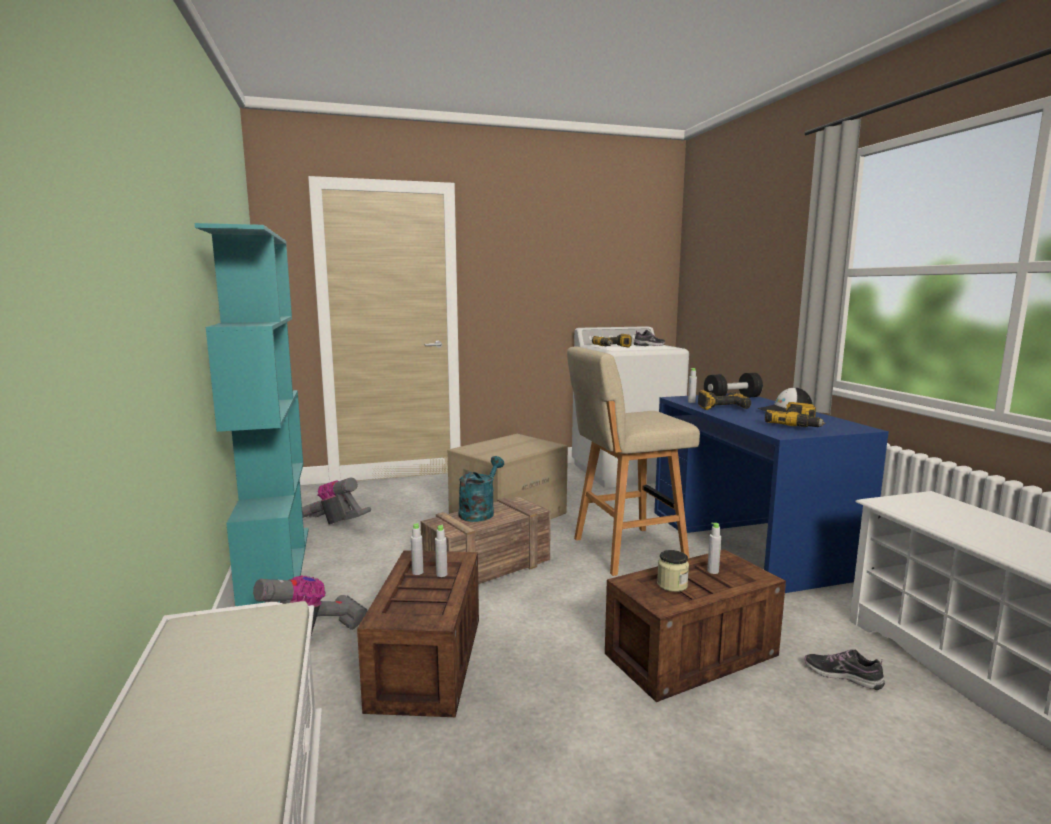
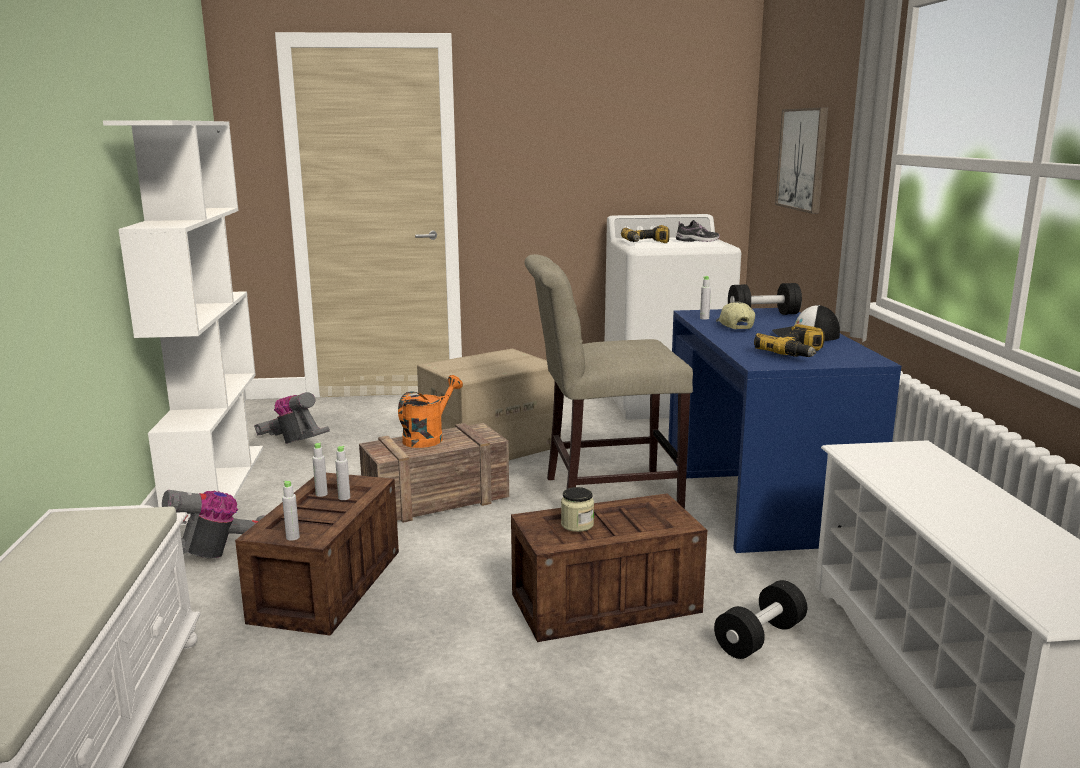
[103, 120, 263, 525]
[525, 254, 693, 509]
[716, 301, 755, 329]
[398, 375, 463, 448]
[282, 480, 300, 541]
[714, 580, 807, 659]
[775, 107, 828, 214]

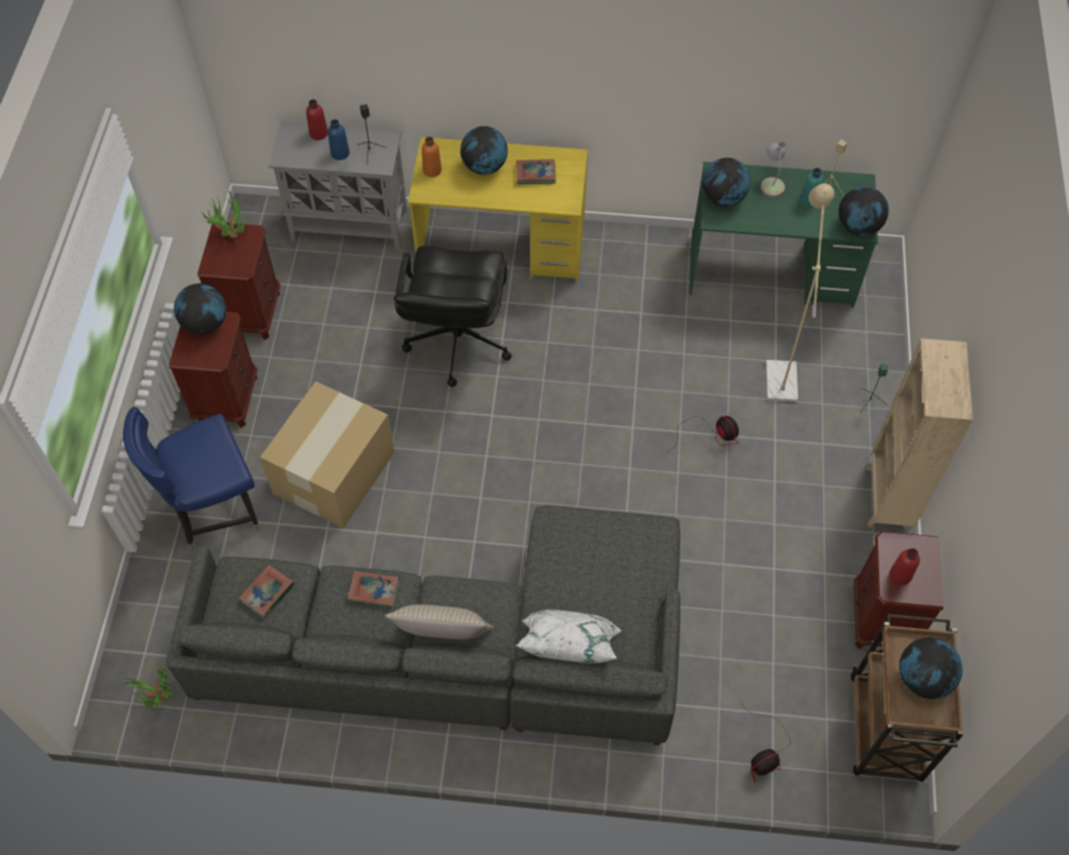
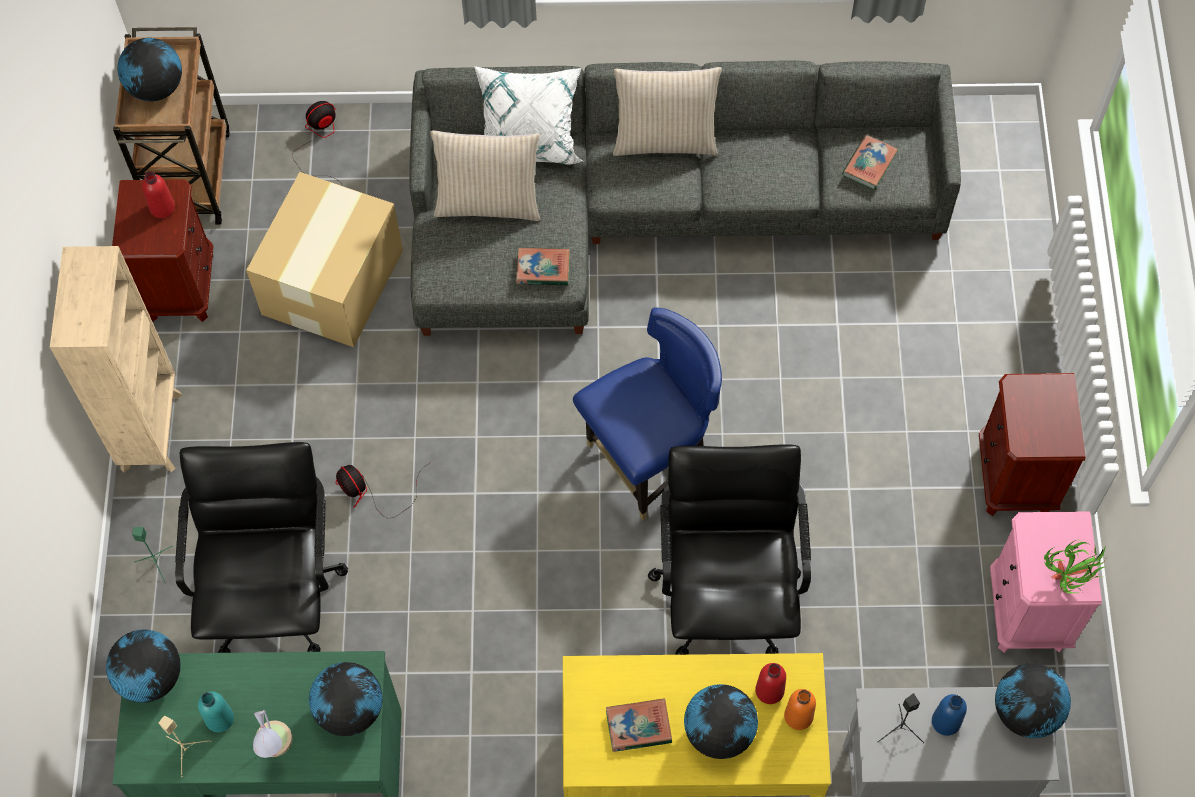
[755, 663, 786, 704]
[175, 442, 348, 653]
[990, 511, 1102, 653]
[995, 663, 1071, 738]
[246, 172, 403, 347]
[573, 308, 722, 520]
[516, 248, 570, 285]
[124, 666, 172, 711] (first image)
[430, 130, 541, 221]

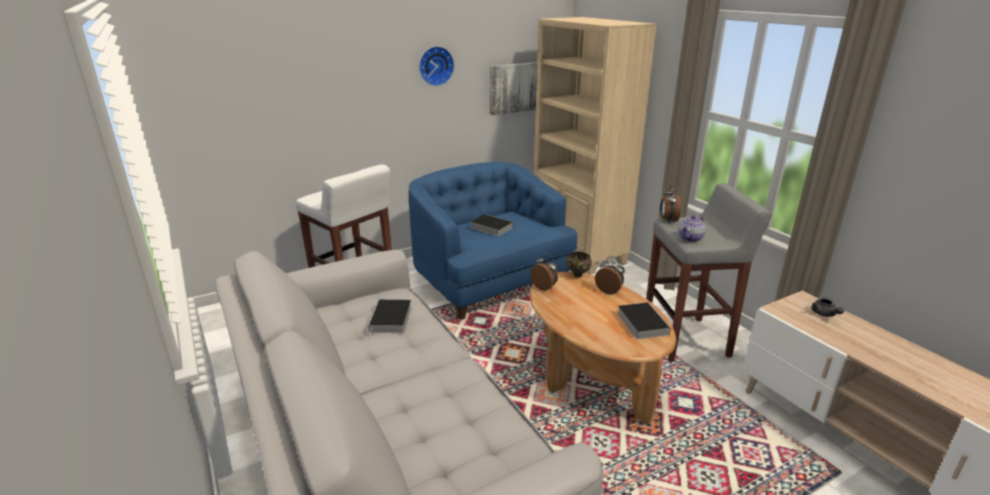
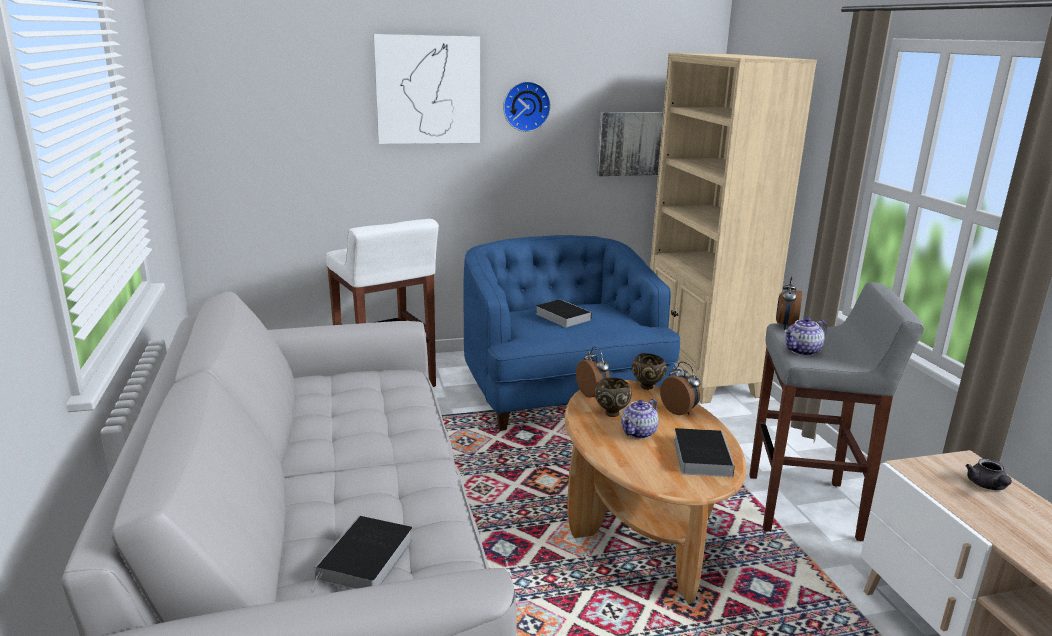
[310, 516, 413, 593]
[373, 34, 480, 144]
[595, 378, 632, 417]
[621, 398, 659, 439]

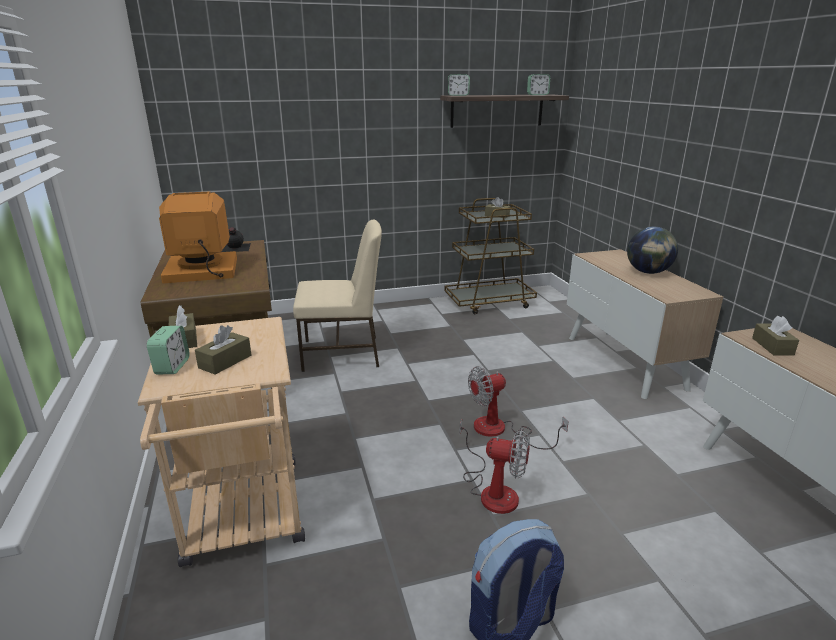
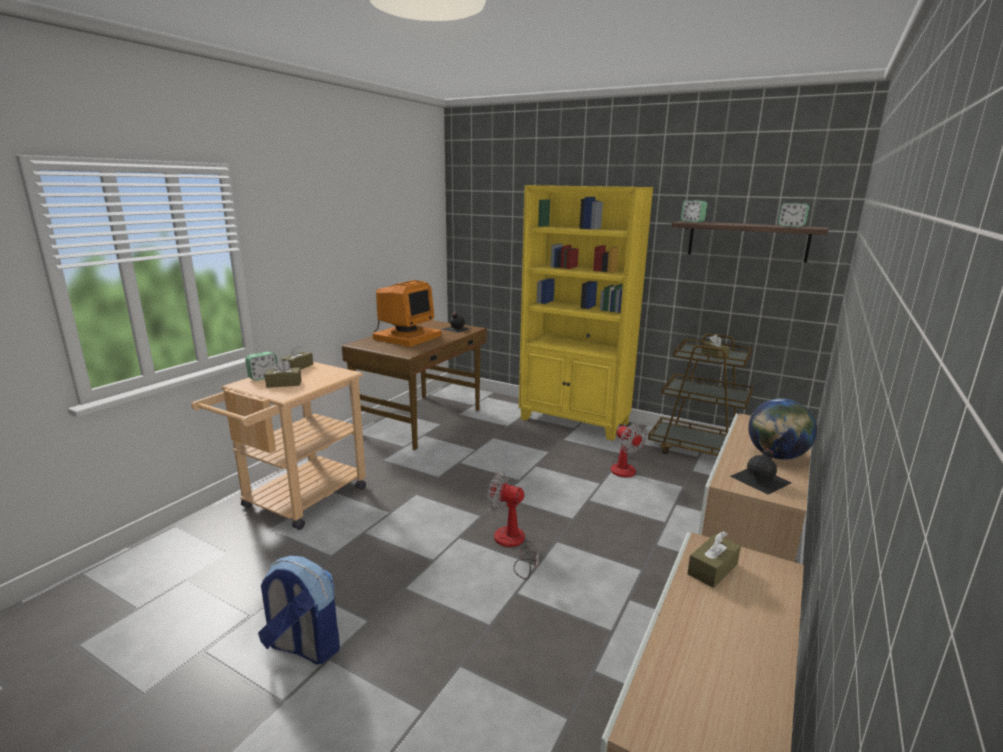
[373, 280, 441, 347]
[293, 219, 382, 372] (first image)
[611, 423, 647, 477]
[519, 185, 653, 441]
[730, 448, 792, 495]

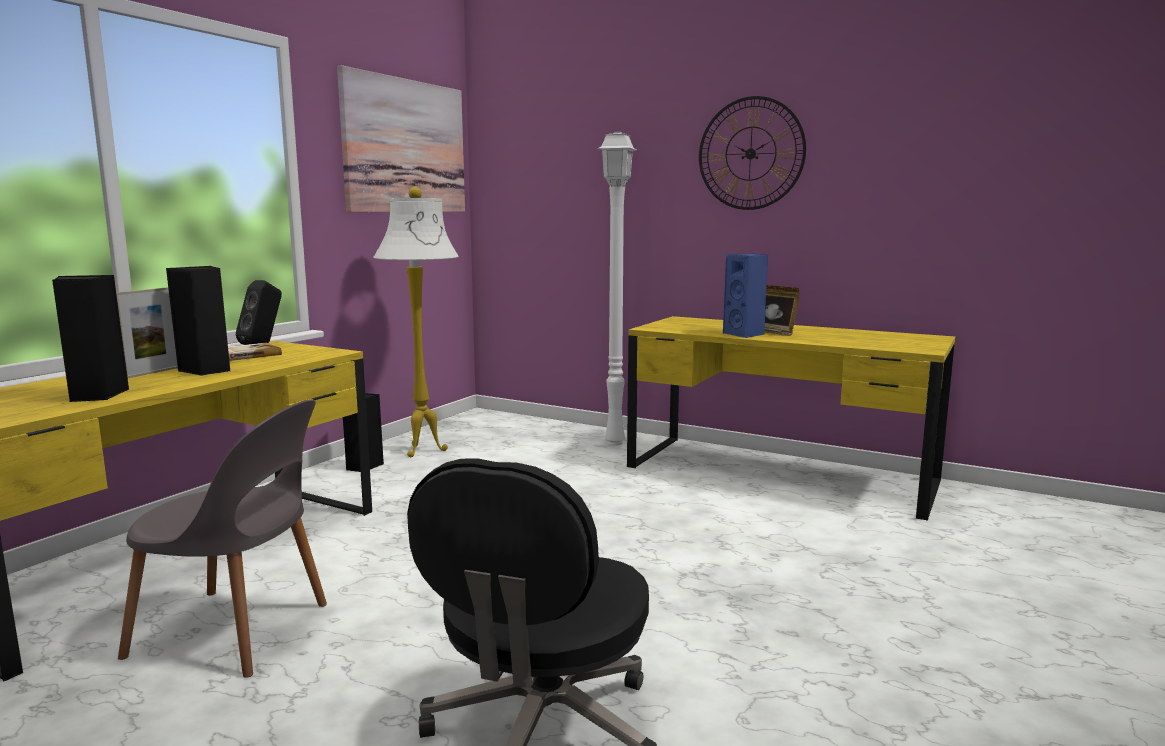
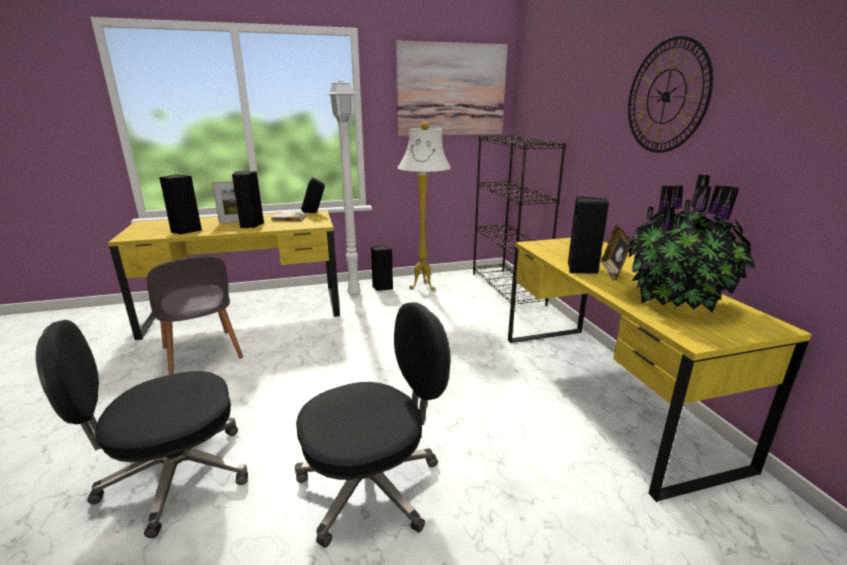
[327, 81, 361, 297]
[568, 196, 609, 274]
[473, 135, 566, 306]
[629, 175, 755, 313]
[295, 302, 451, 548]

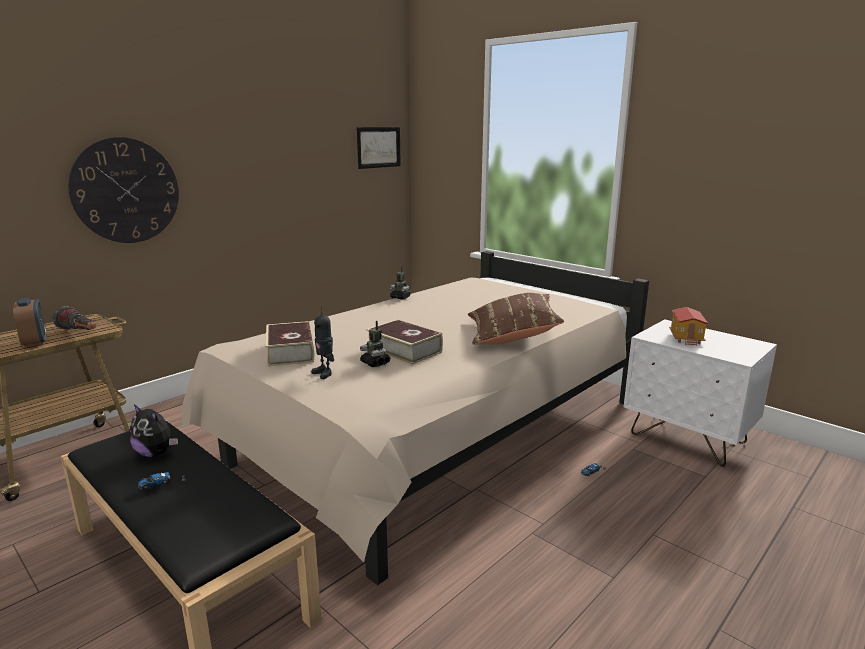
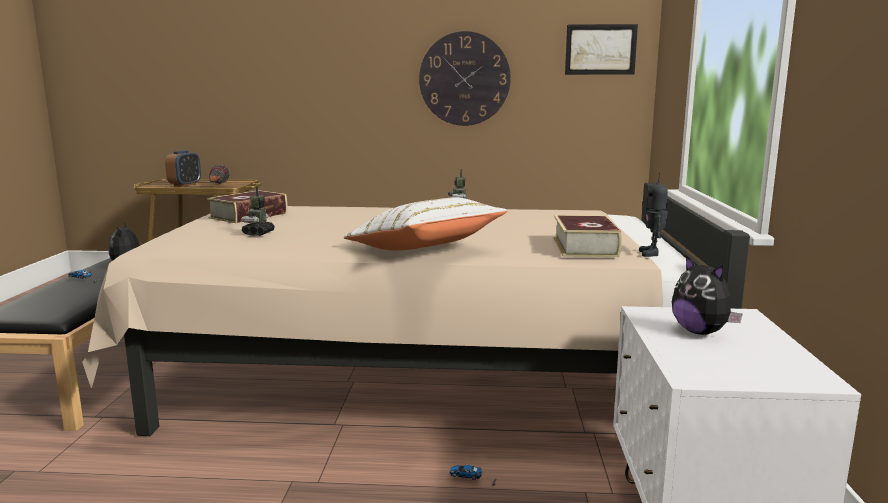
[419, 31, 511, 126]
[344, 197, 508, 251]
[639, 173, 668, 257]
[672, 256, 743, 335]
[553, 215, 622, 257]

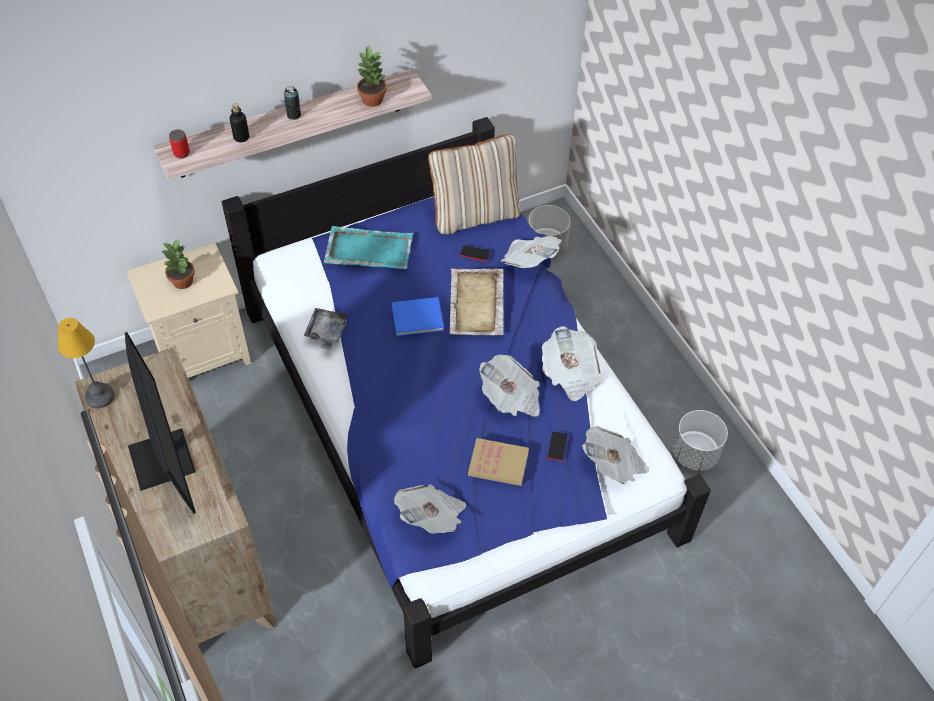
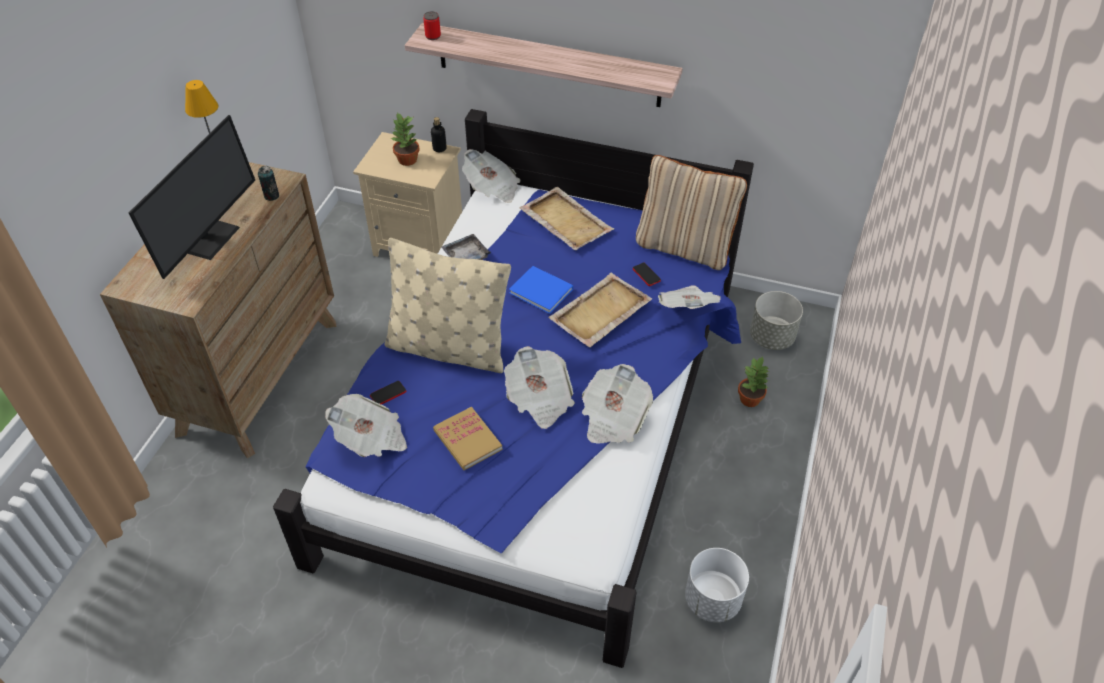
[738, 357, 769, 407]
[258, 166, 279, 201]
[431, 117, 447, 152]
[519, 187, 614, 250]
[462, 149, 520, 203]
[370, 381, 406, 405]
[384, 238, 511, 373]

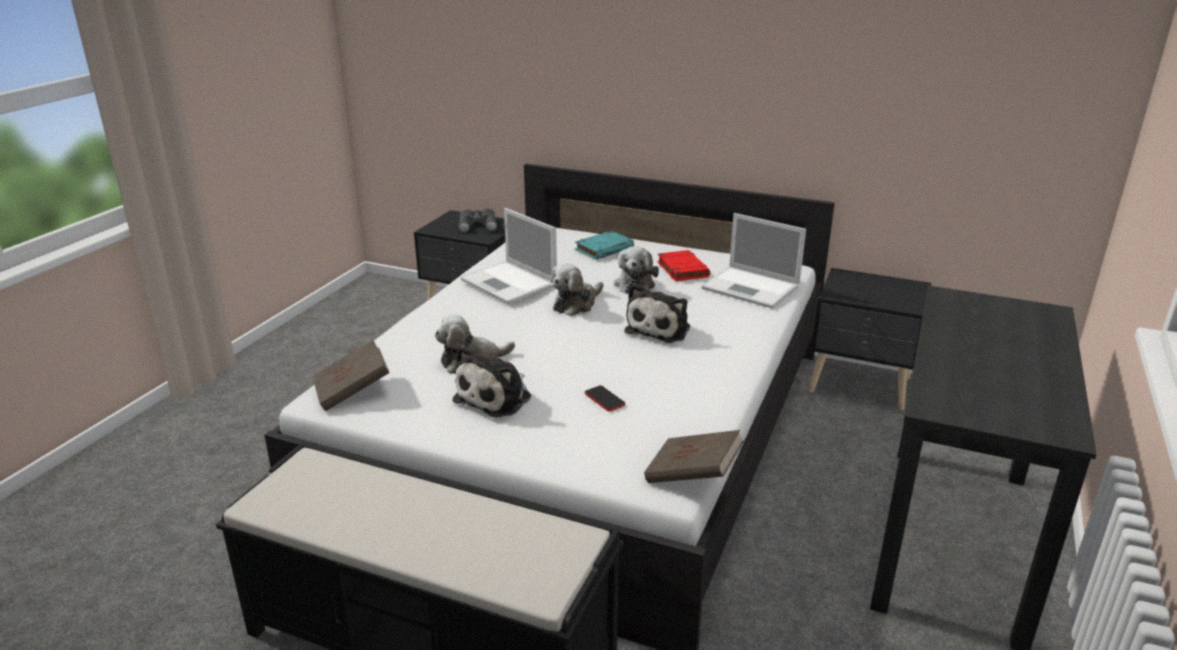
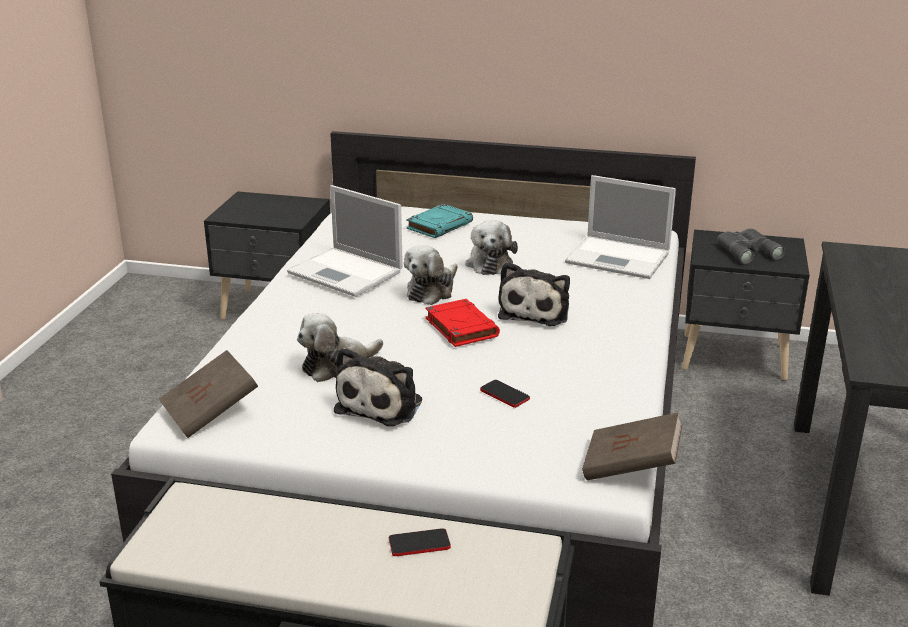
[717, 229, 785, 264]
[425, 299, 500, 347]
[389, 528, 451, 556]

